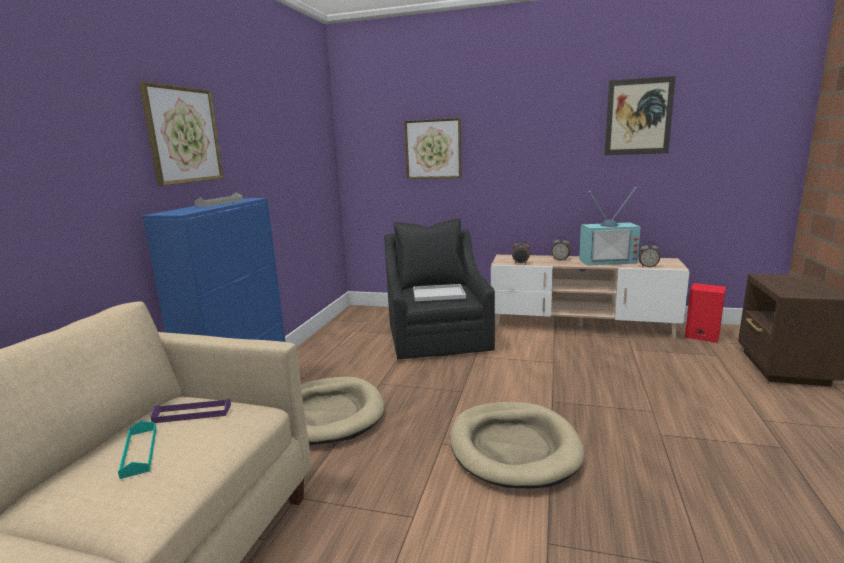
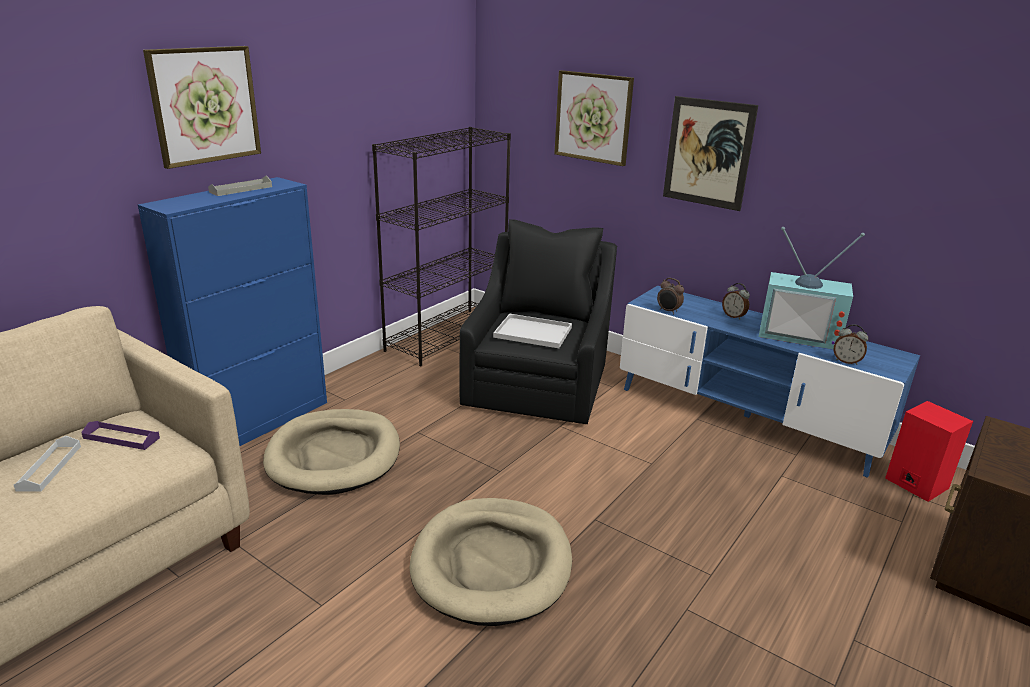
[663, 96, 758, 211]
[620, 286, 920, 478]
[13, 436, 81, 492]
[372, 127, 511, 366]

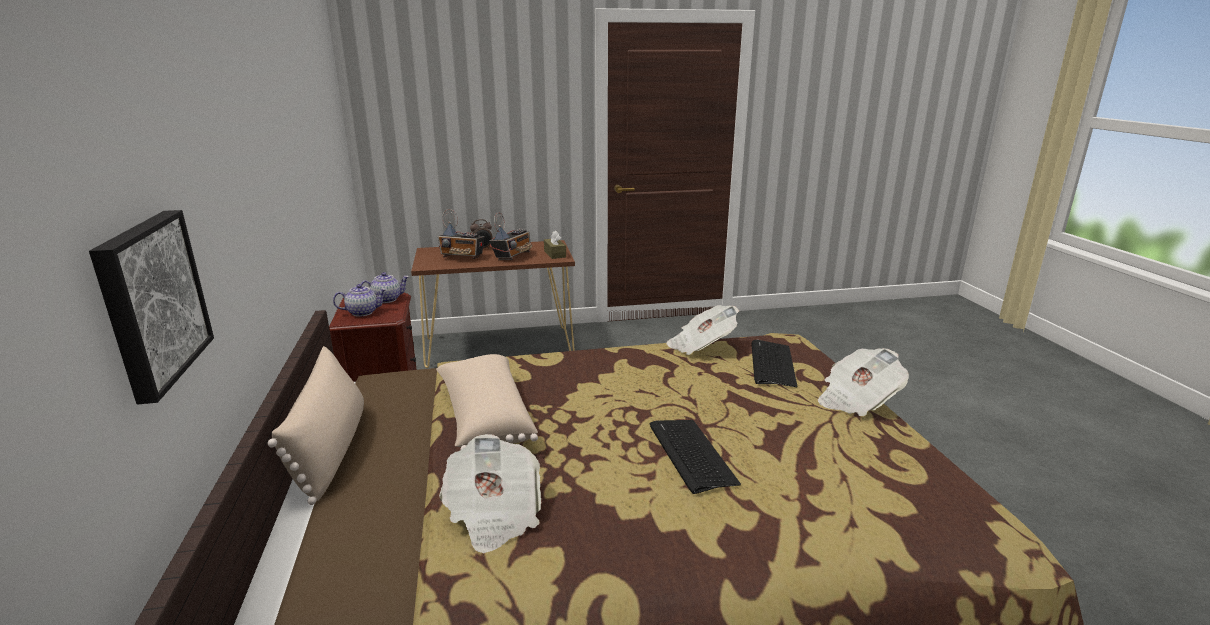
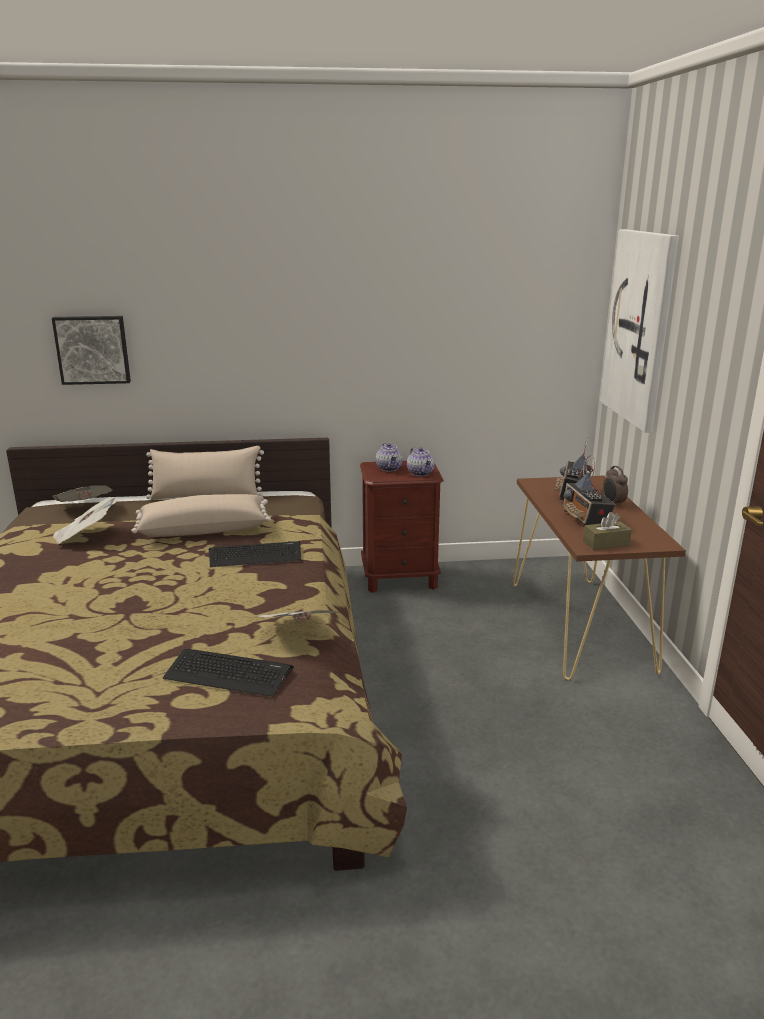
[563, 455, 615, 527]
[53, 485, 113, 502]
[209, 541, 301, 567]
[600, 229, 679, 432]

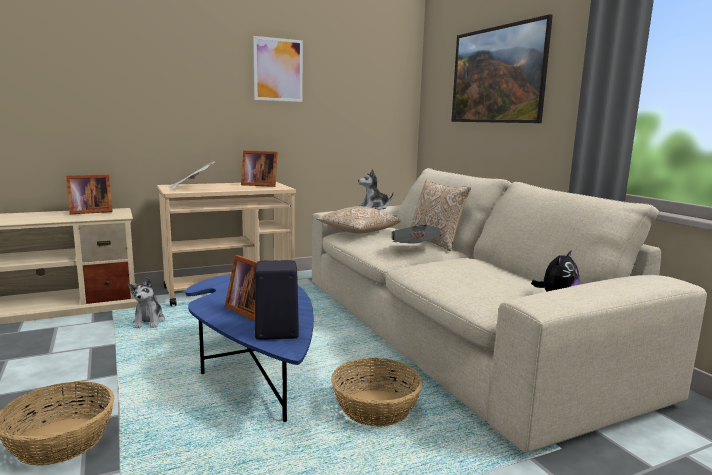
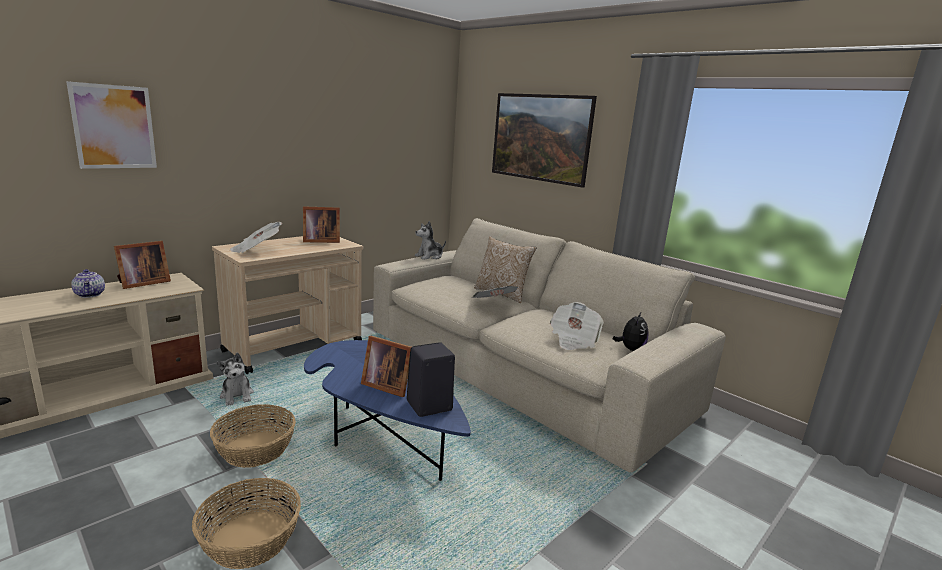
[66, 81, 157, 169]
[317, 206, 401, 234] (first image)
[210, 404, 296, 468]
[71, 269, 105, 298]
[550, 302, 604, 350]

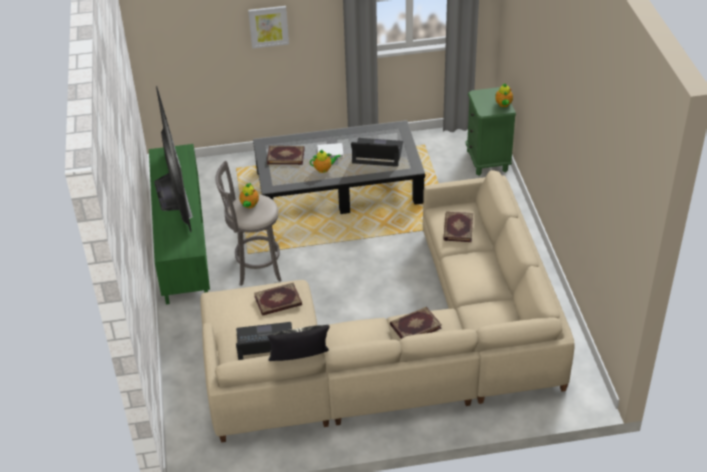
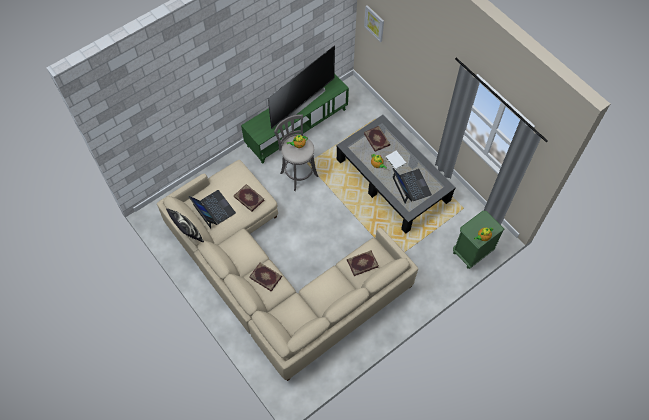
[364, 5, 384, 42]

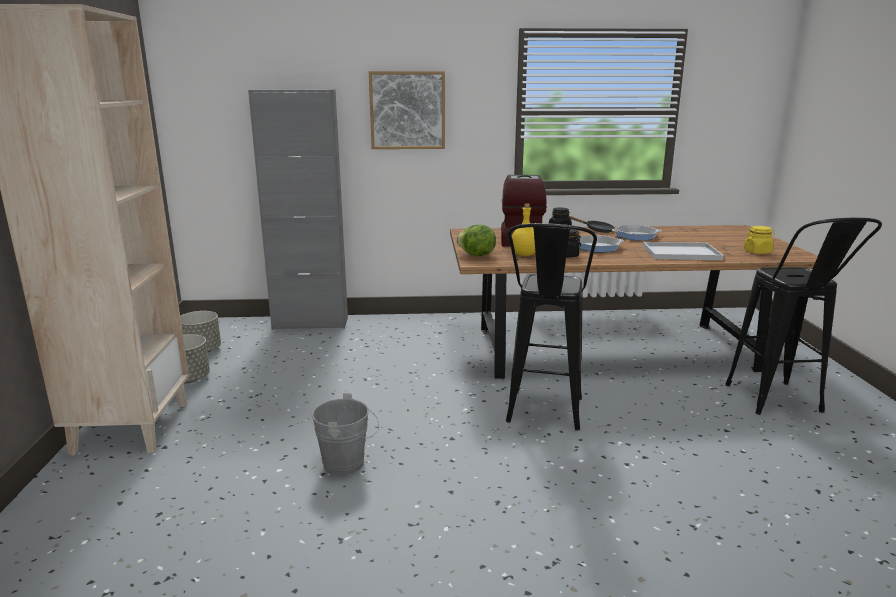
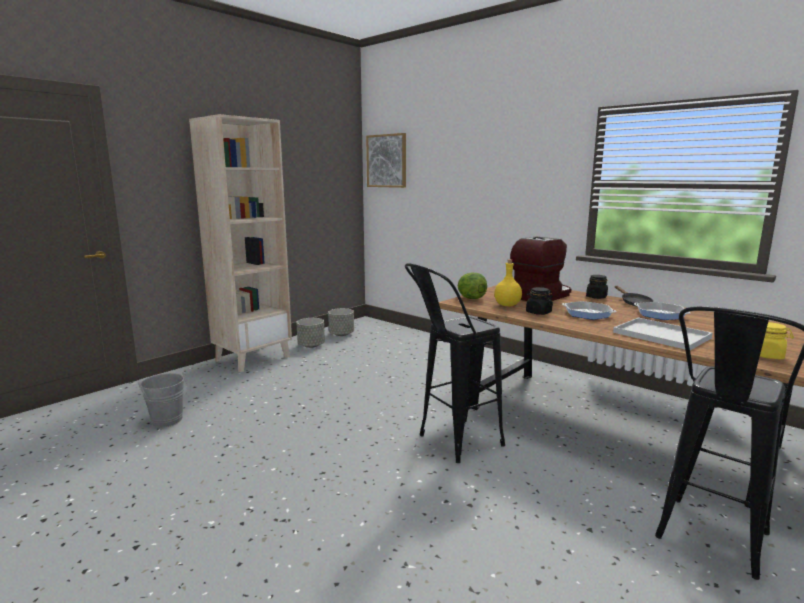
[366, 133, 406, 188]
[248, 89, 348, 330] (first image)
[138, 372, 187, 427]

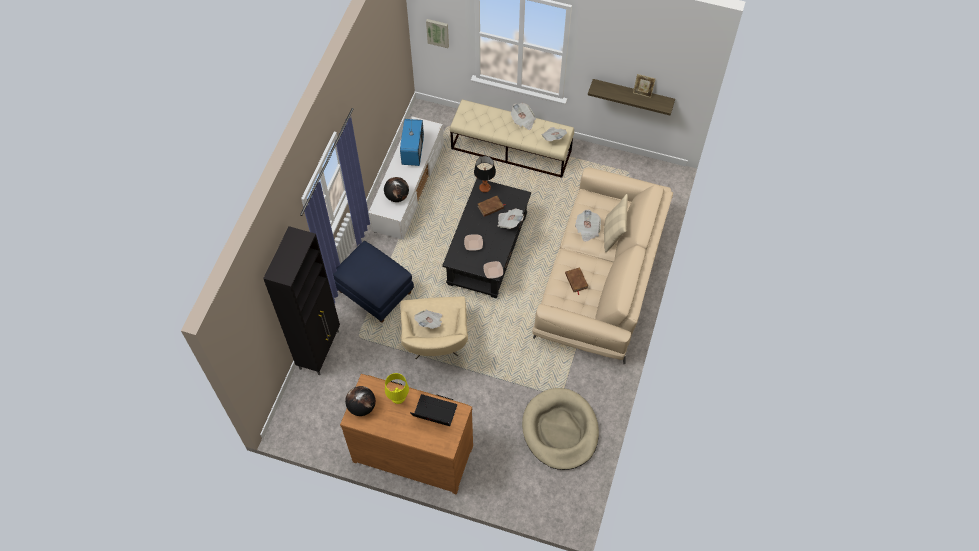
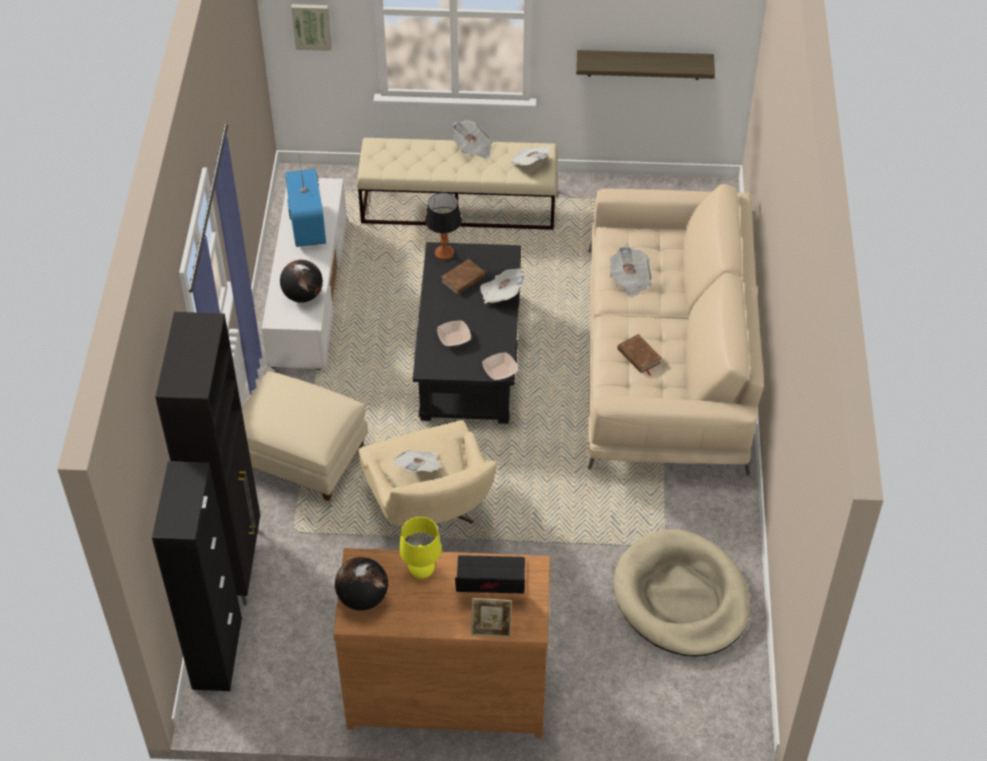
[471, 598, 512, 637]
[604, 194, 628, 252] (first image)
[242, 371, 368, 501]
[152, 461, 242, 691]

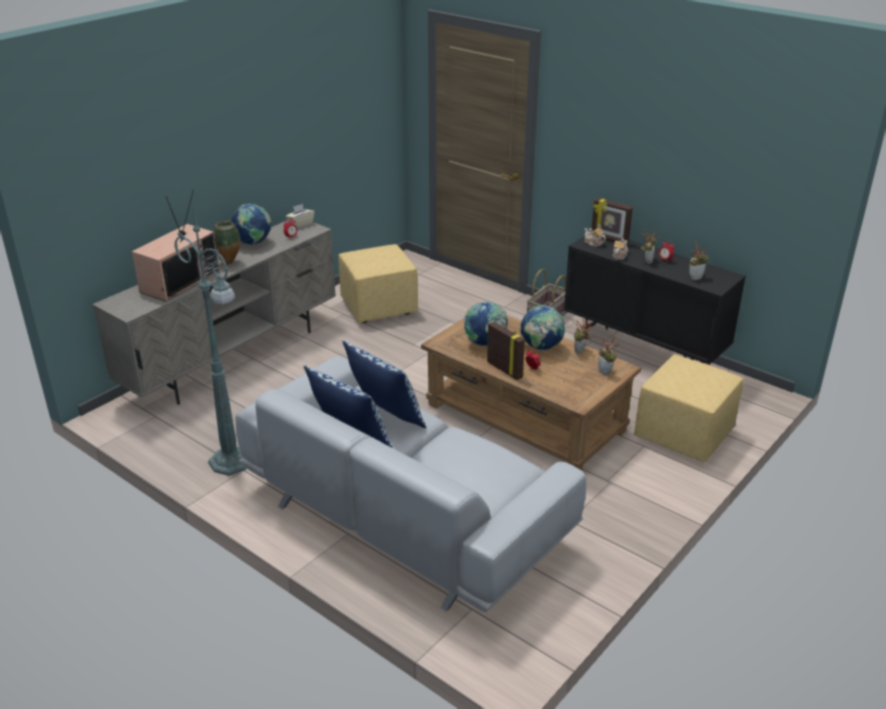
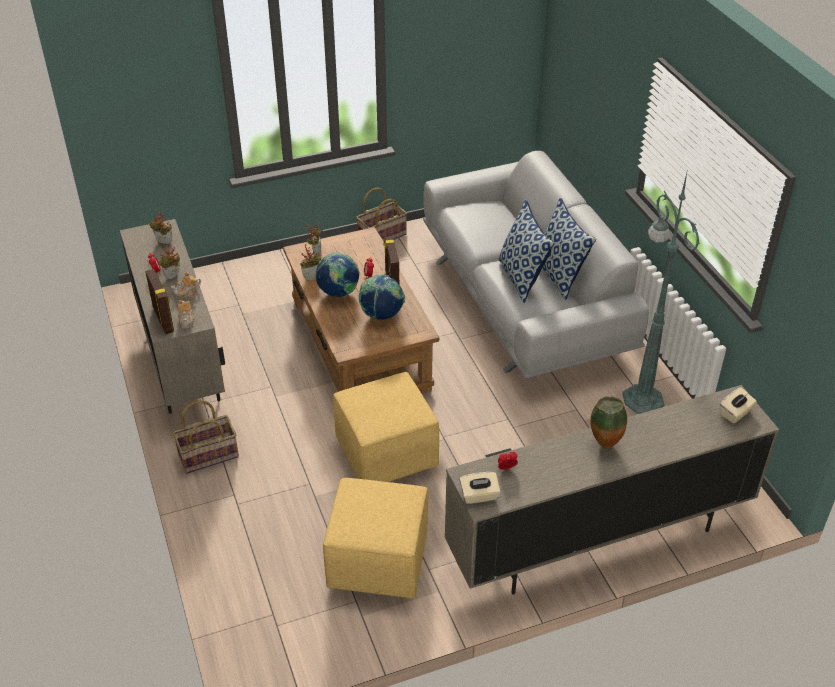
[131, 189, 219, 302] (first image)
[231, 204, 271, 245] (first image)
[120, 219, 225, 414]
[333, 372, 439, 482]
[356, 187, 407, 242]
[720, 387, 757, 424]

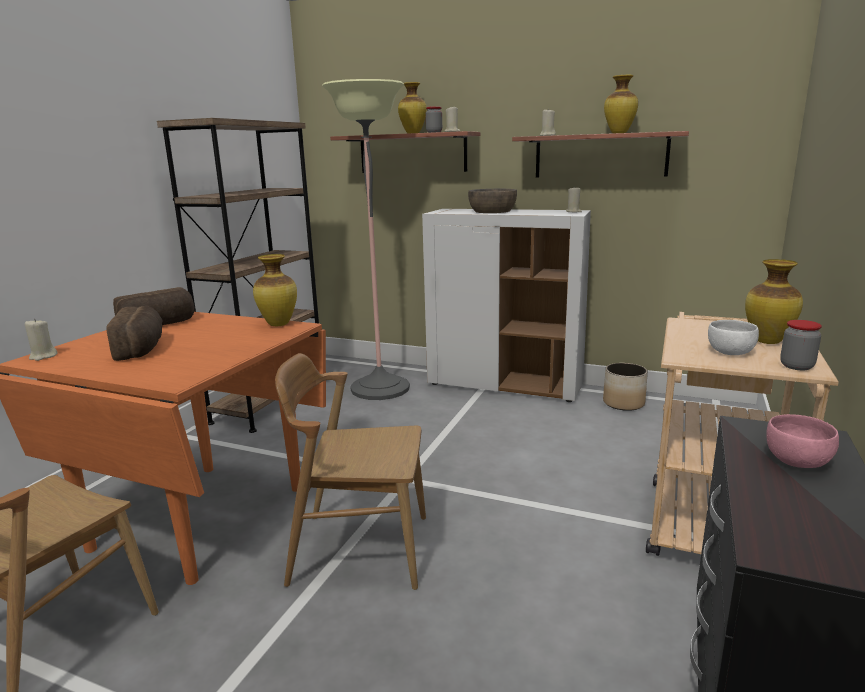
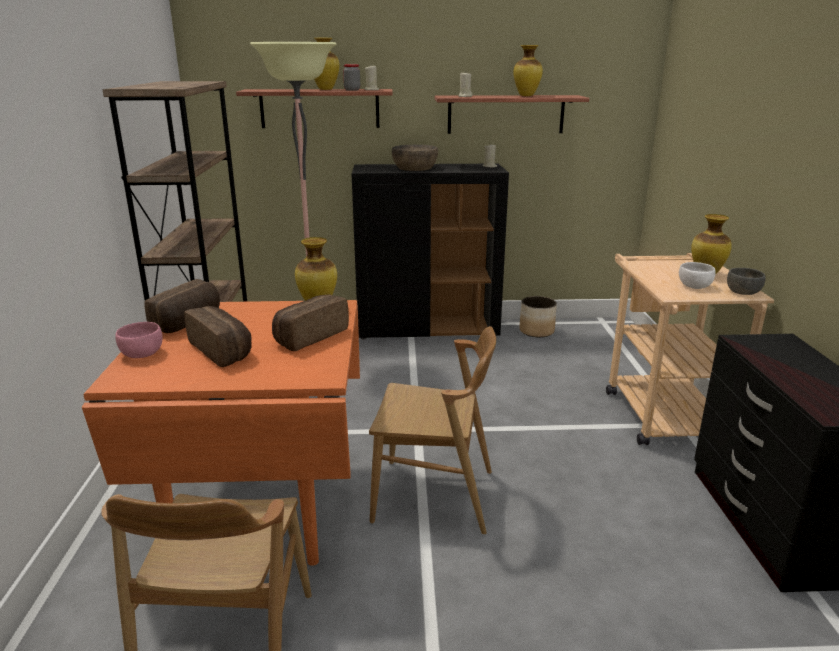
[352, 164, 509, 339]
[25, 318, 58, 361] (first image)
[727, 268, 766, 295]
[369, 326, 496, 534]
[115, 322, 163, 358]
[272, 294, 349, 351]

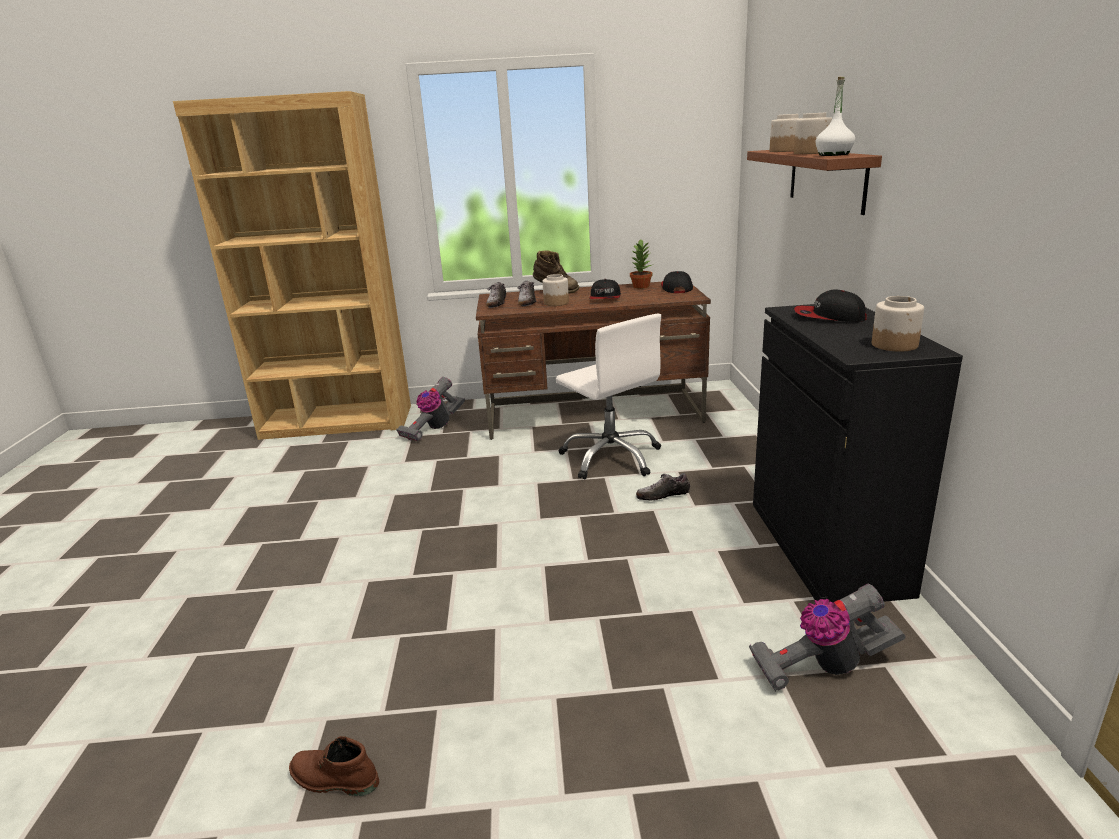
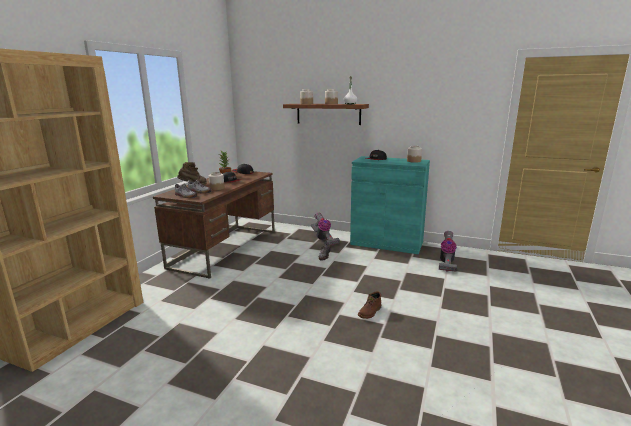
[350, 156, 430, 254]
[556, 314, 661, 479] (first image)
[311, 213, 340, 246]
[358, 291, 381, 319]

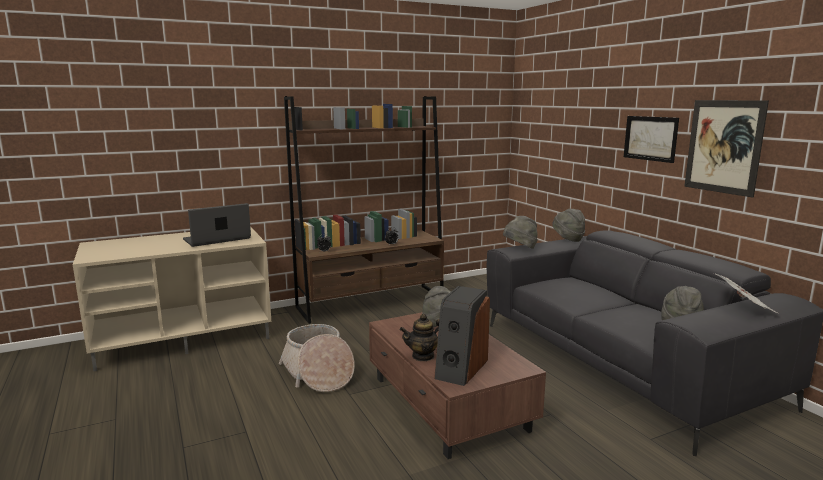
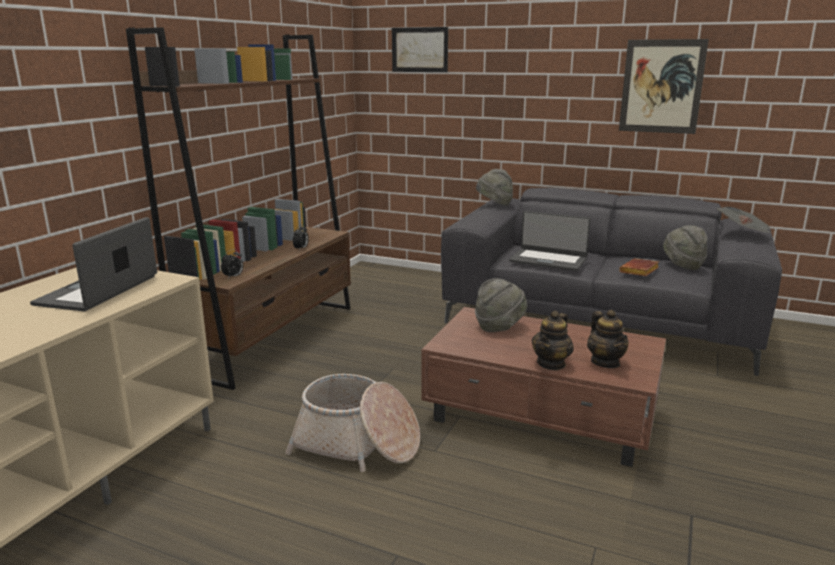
[392, 27, 448, 72]
[503, 216, 538, 249] (first image)
[587, 310, 629, 368]
[509, 211, 591, 271]
[619, 258, 659, 276]

